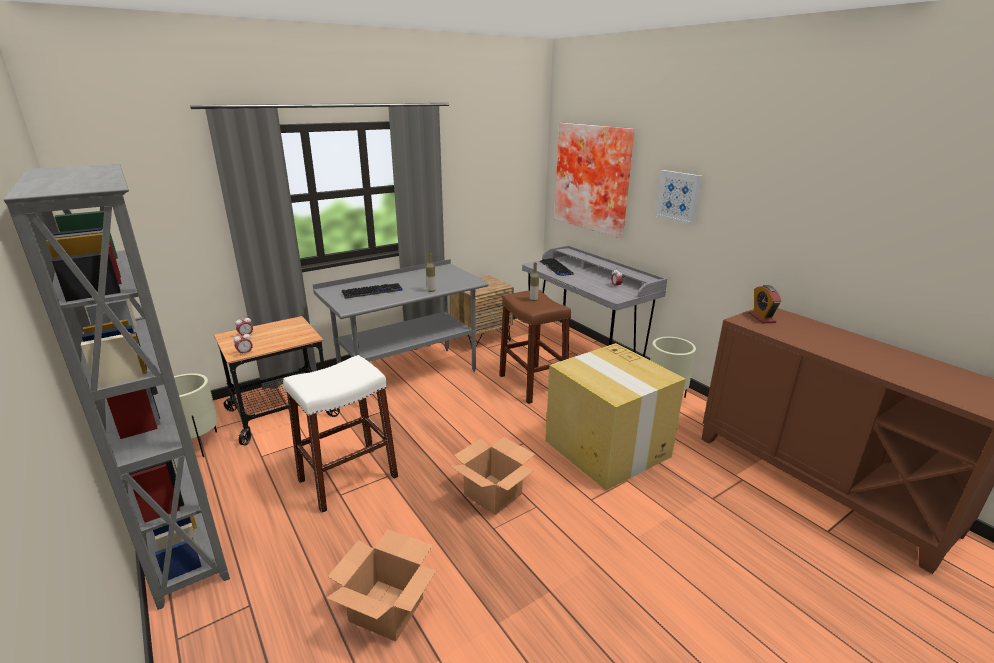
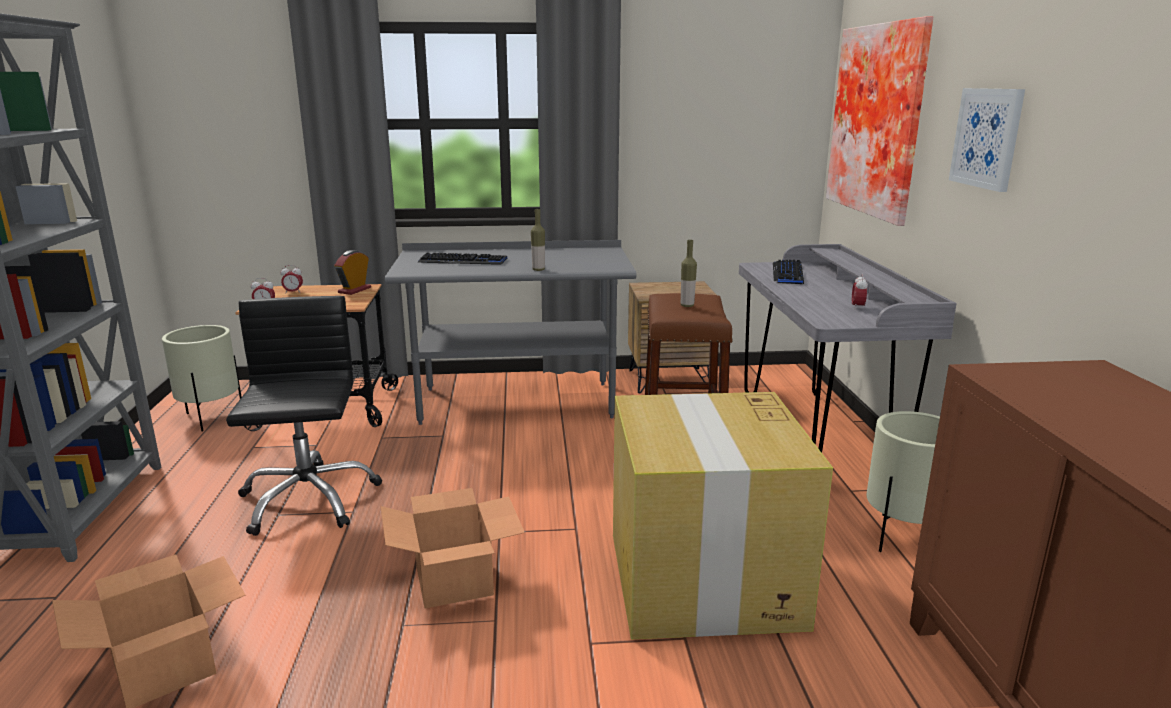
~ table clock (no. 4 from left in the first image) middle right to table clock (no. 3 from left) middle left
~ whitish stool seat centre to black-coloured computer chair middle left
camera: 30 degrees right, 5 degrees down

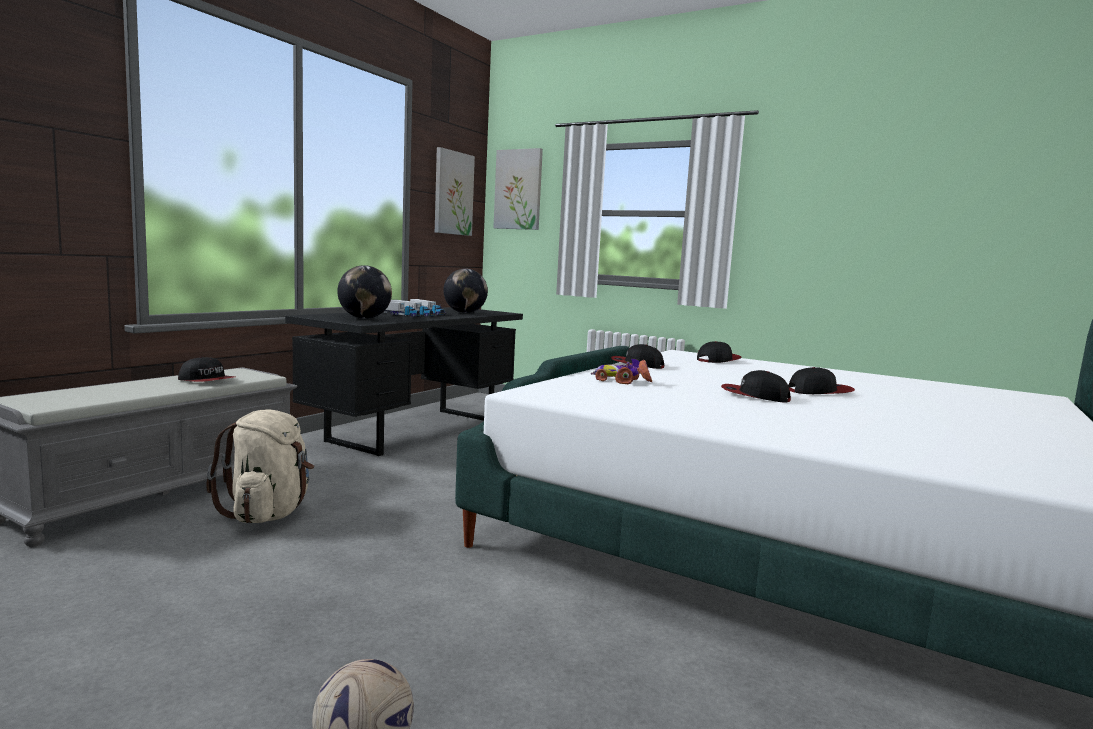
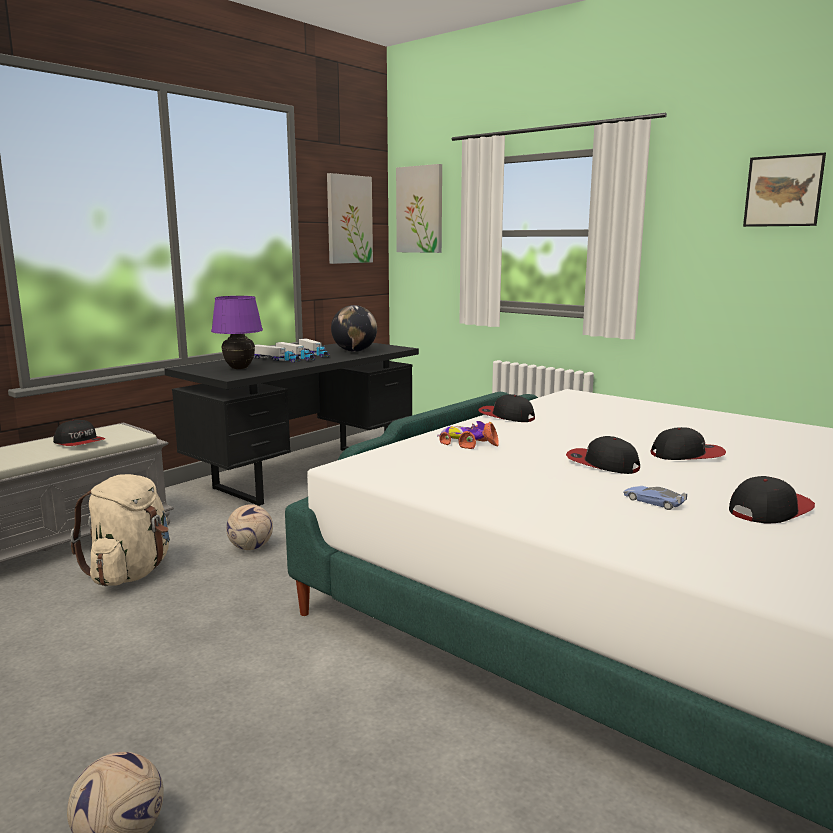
+ football (no. 2 from left) middle left
+ model car (no. 2 from left) middle right
+ wall picture (no. 3 from left) top right
~ baseball cap (no. 3 from left in the first image) centre to baseball cap (no. 5 from left) middle right
~ world globe (no. 1 from left) middle left to purple lamp for a table middle left
camera: 10 degrees right, 5 degrees up

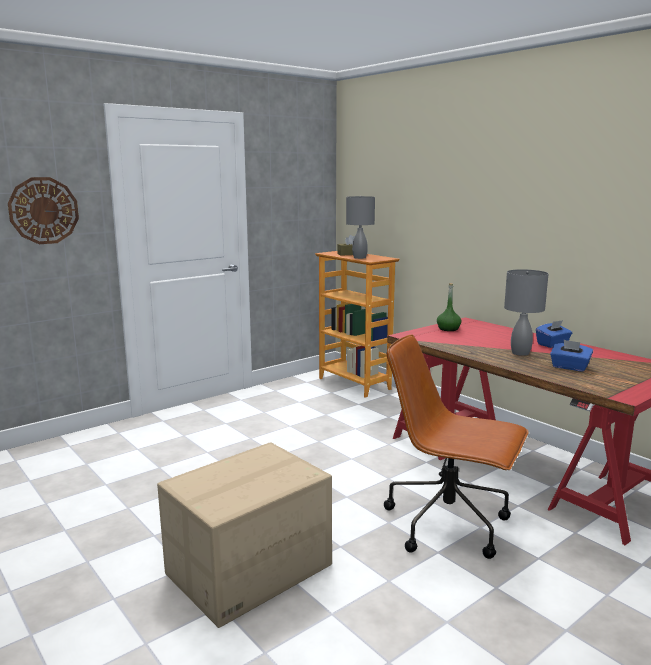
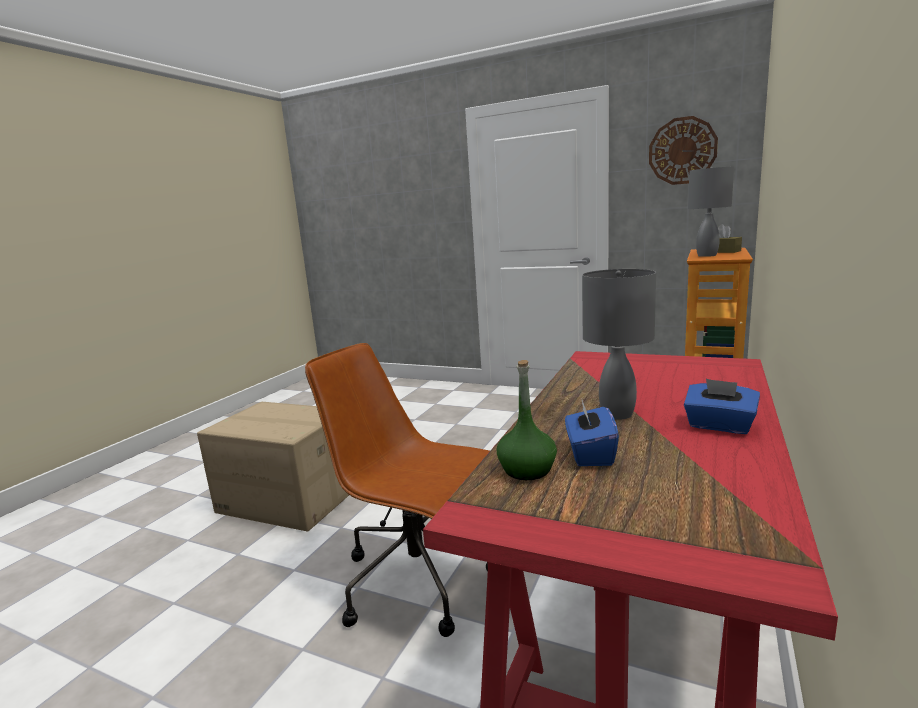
~ hanging clock top left to top right
~ green-coloured beverage bottle middle right to centre
~ brownish computer chair bottom right = bottom centre 60 degrees counterclockwise
camera: 65 degrees right, 0 degrees up

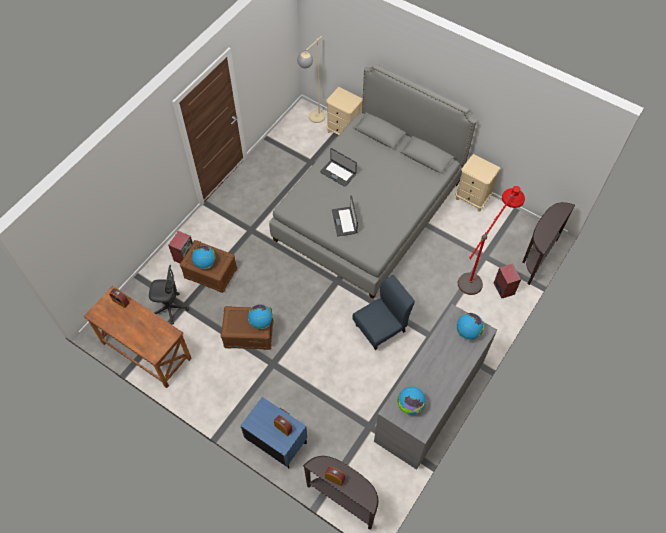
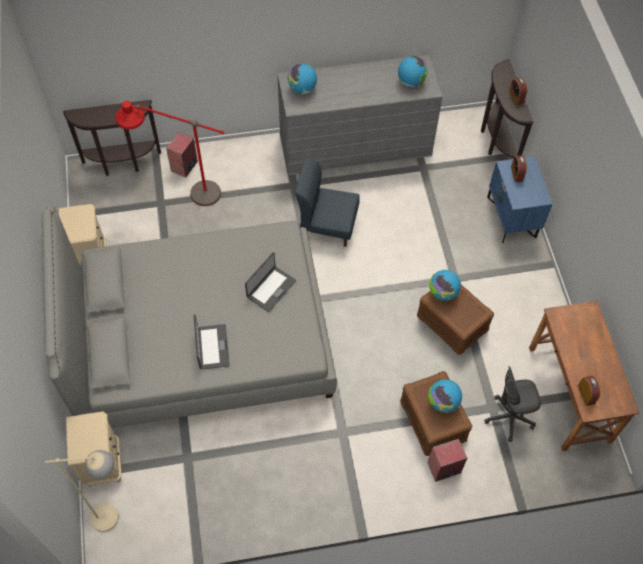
~ greyish computer chair middle left = bottom right 60 degrees counterclockwise
camera: 135 degrees left, 0 degrees up

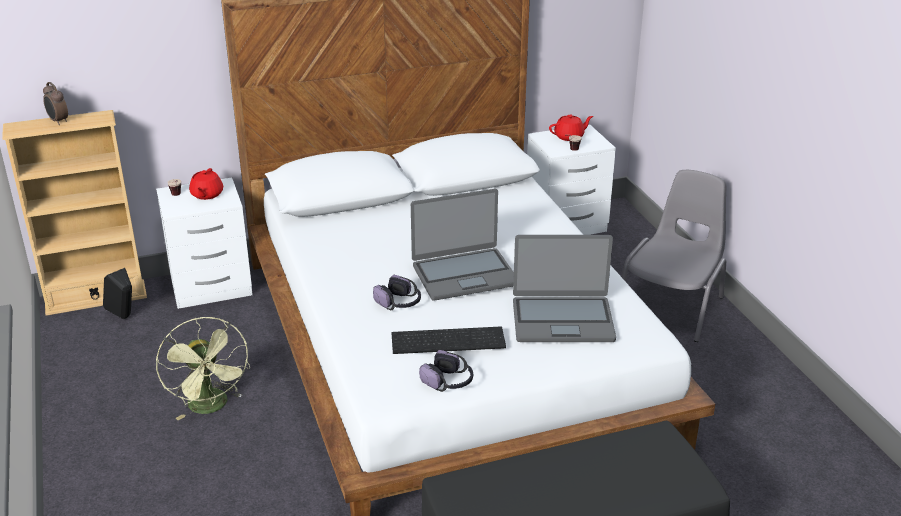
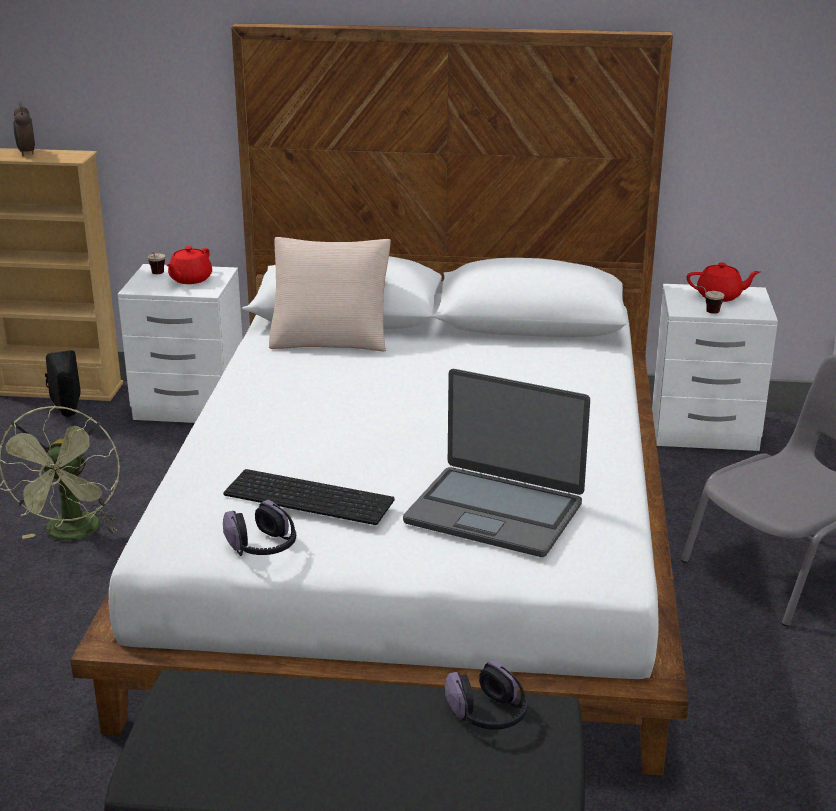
- portable computer (no. 1 from left) centre
+ beige cushion centre
~ pair of headphones (no. 1 from left in the first image) centre to pair of headphones (no. 2 from left) bottom centre
camera: 25 degrees right, 5 degrees down

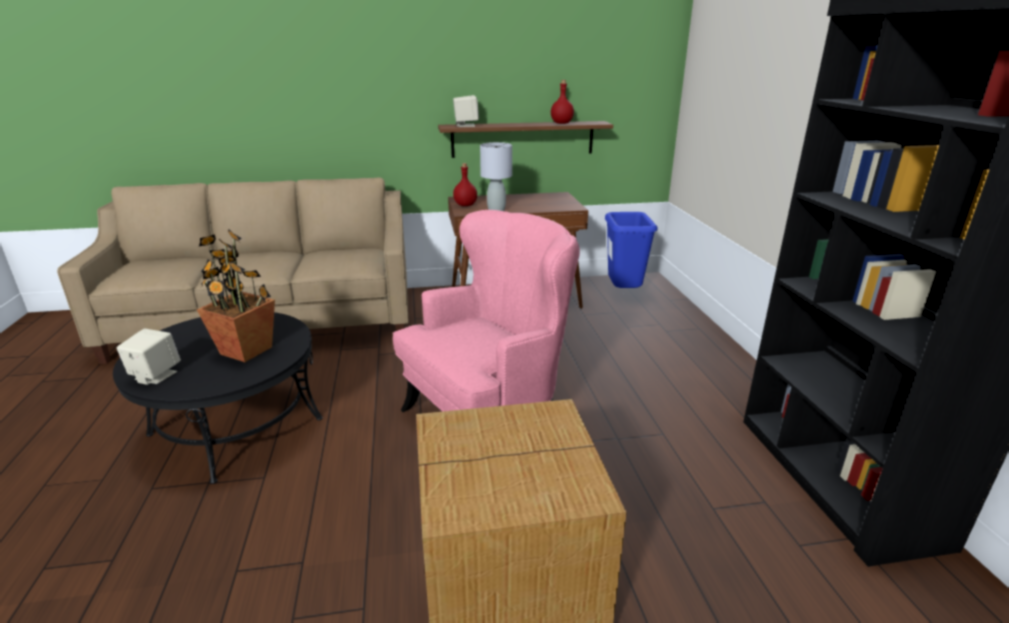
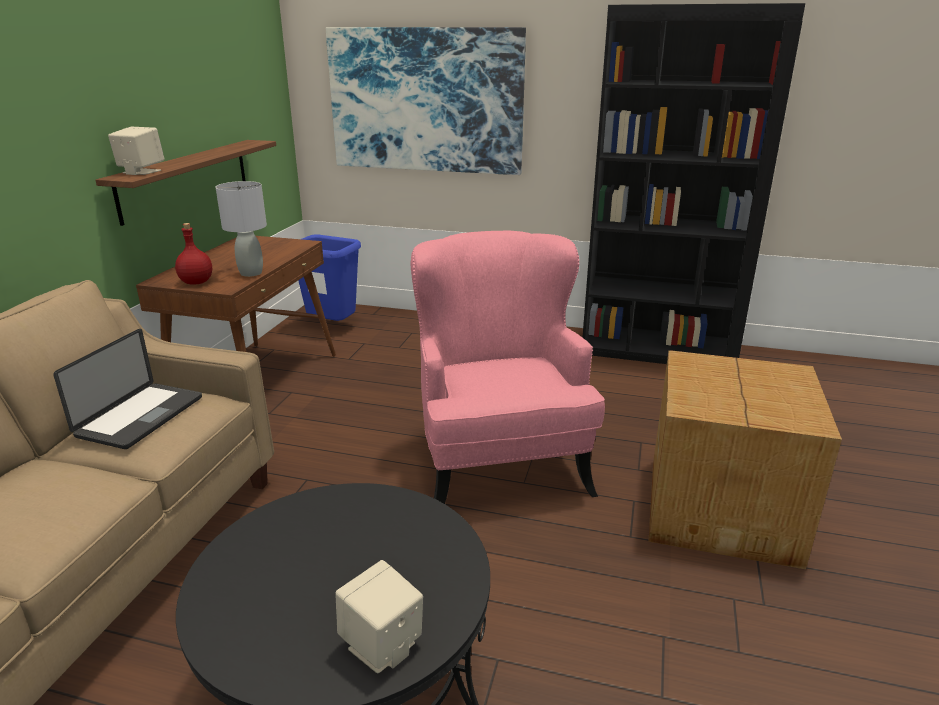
- plant in a pot middle left
- reddish beverage bottle (no. 2 from left) top centre
+ portable computer middle left
+ wall picture top centre
camera: 65 degrees left, 0 degrees up

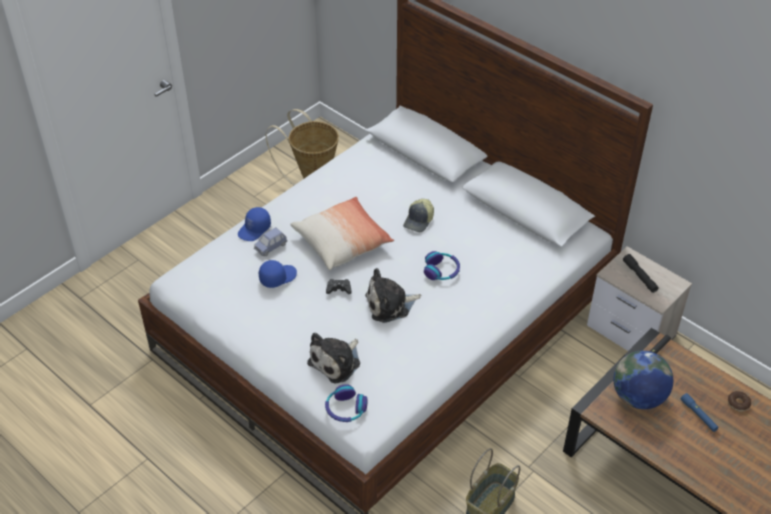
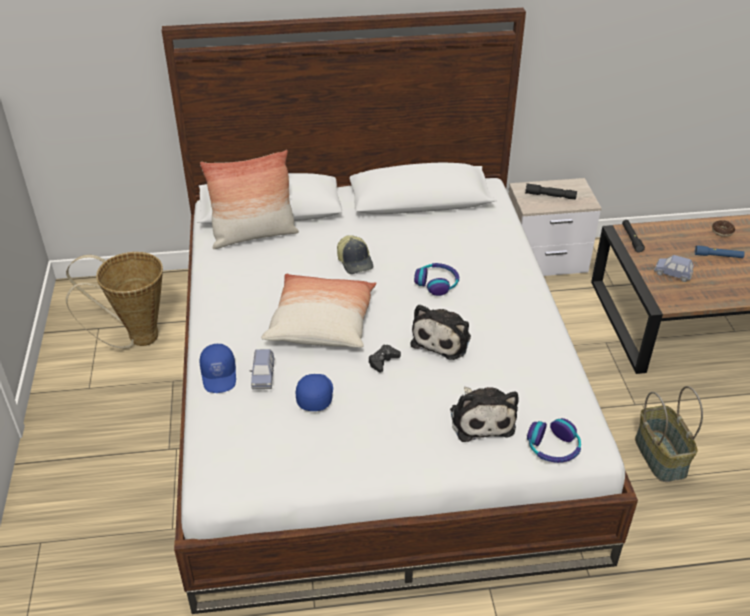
+ cushion (no. 1 from left) top left
~ world globe bottom right to blue-coloured model car (no. 2 from left) middle right
camera: 50 degrees left, 5 degrees down

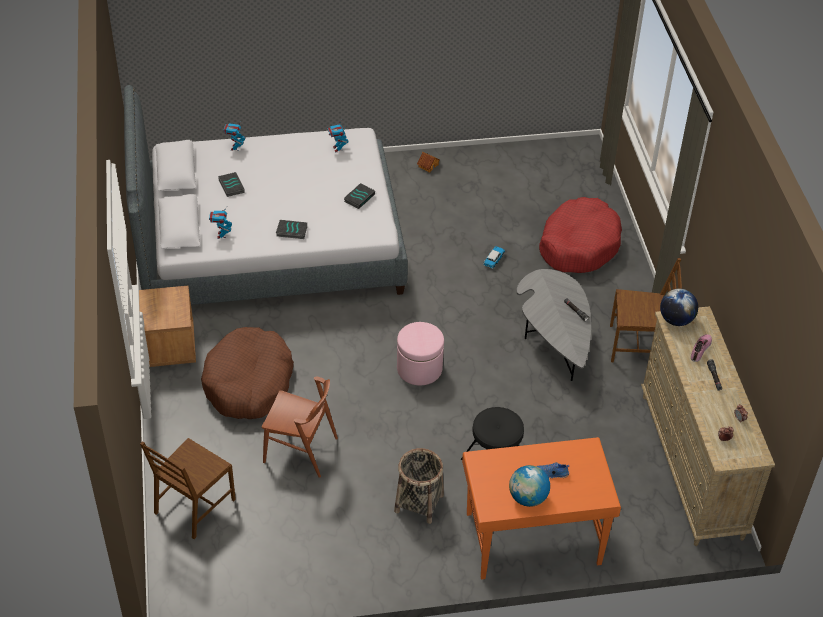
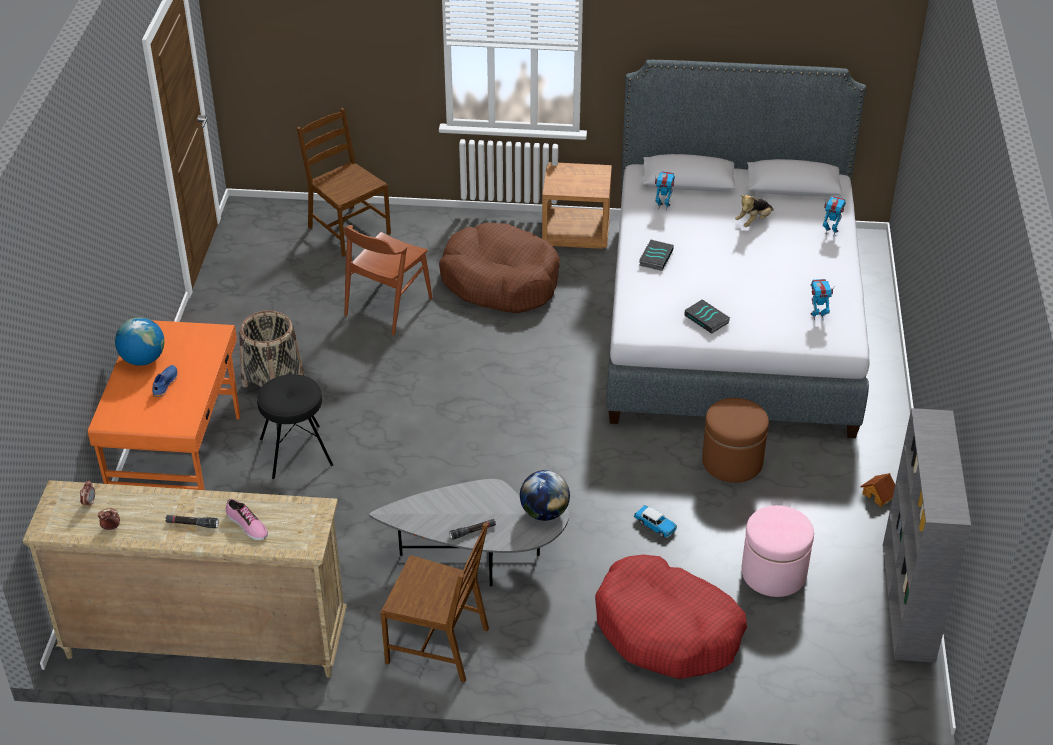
+ brownish footrest middle right
+ greyish bookshelf bottom right
~ pinkish footrest centre to bottom right
~ world globe (no. 2 from left) middle right to centre
~ book (no. 1 from left) top left to cuddly toy top right
~ brownish upright chair (no. 3 from left) middle right = bottom centre 90 degrees counterclockwise
camera: 105 degrees right, 5 degrees down

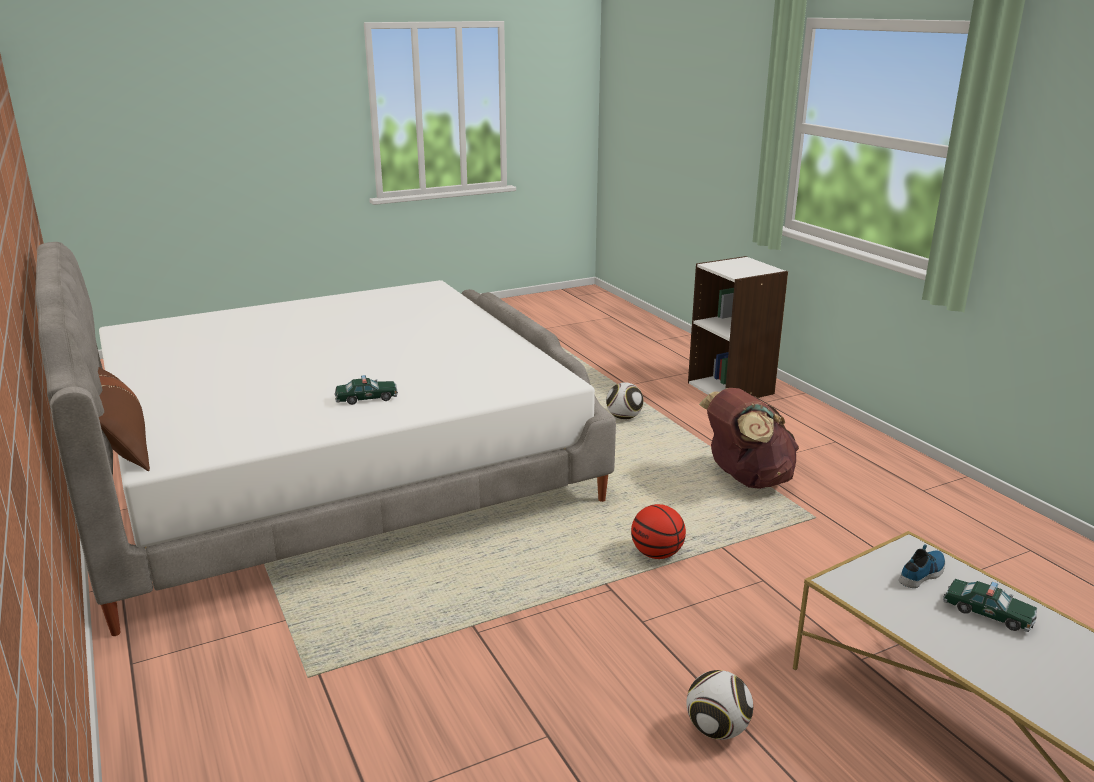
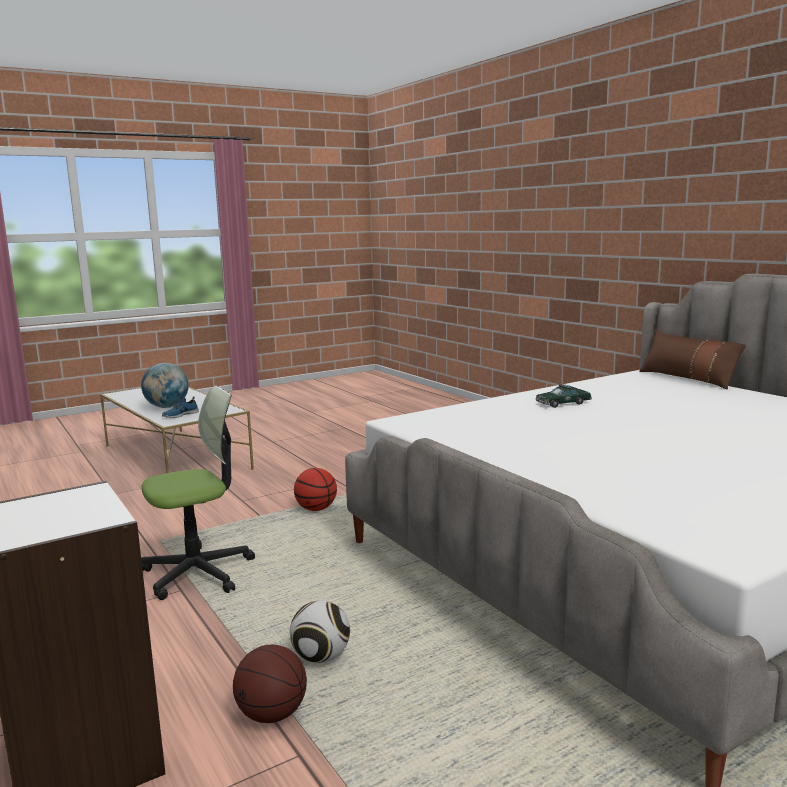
- football (no. 2 from left) bottom centre
+ ball for basketball (no. 1 from left) bottom centre
~ brownish backpack middle right to computer chair middle left
~ model car (no. 2 from left) bottom right to world globe middle left
camera: 175 degrees right, 10 degrees down

